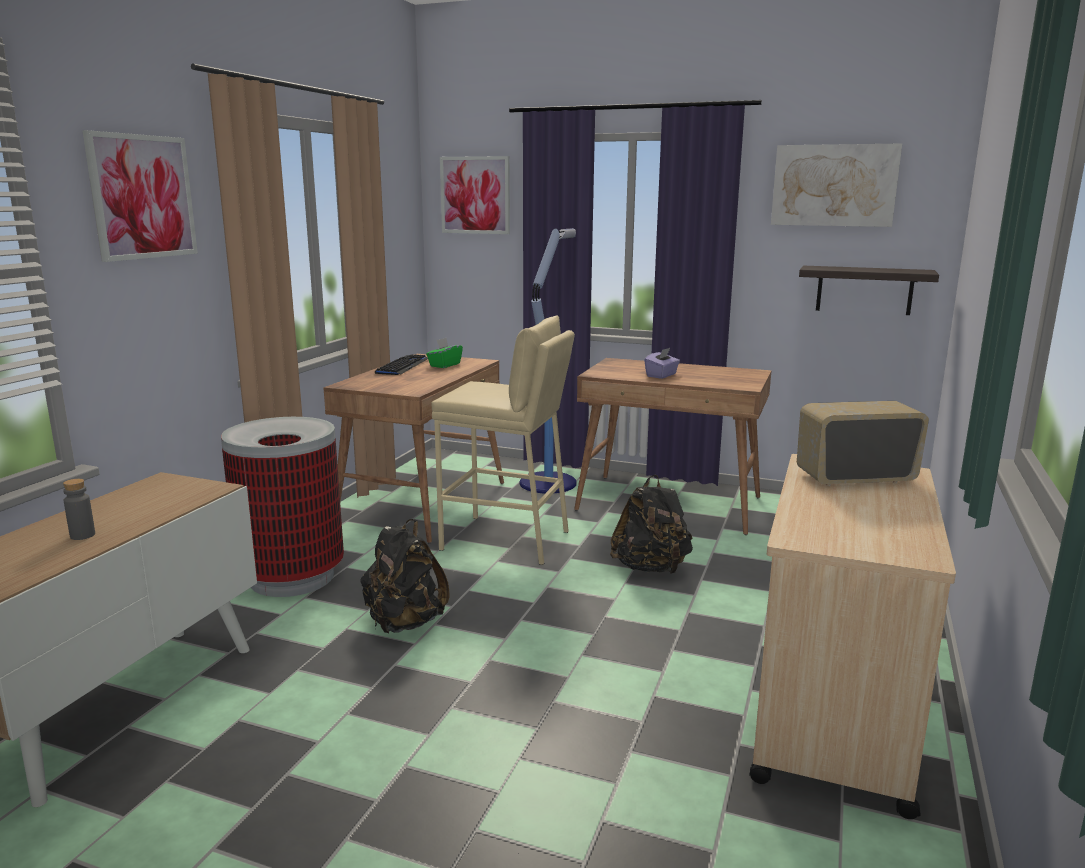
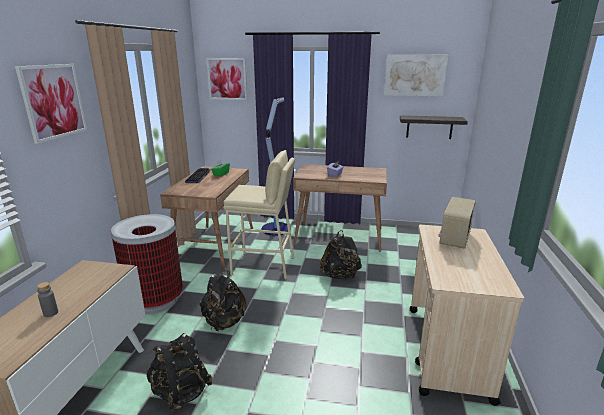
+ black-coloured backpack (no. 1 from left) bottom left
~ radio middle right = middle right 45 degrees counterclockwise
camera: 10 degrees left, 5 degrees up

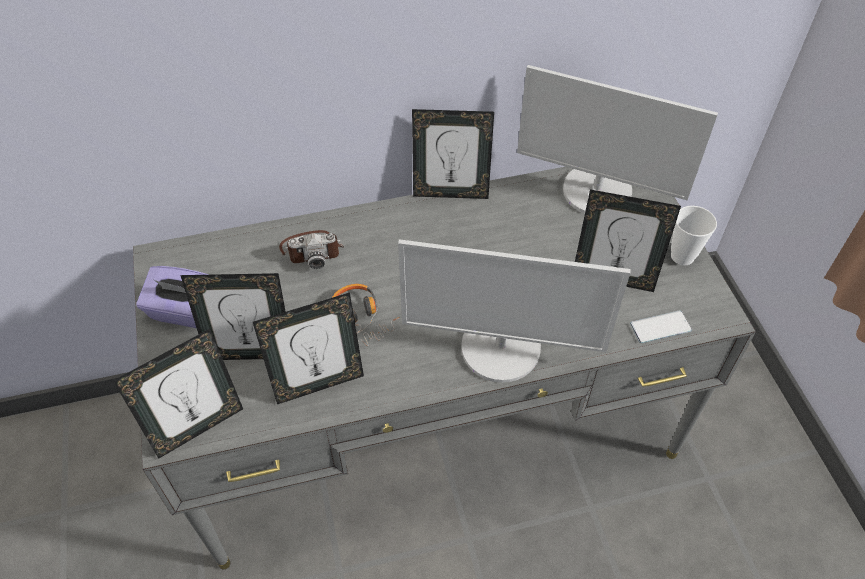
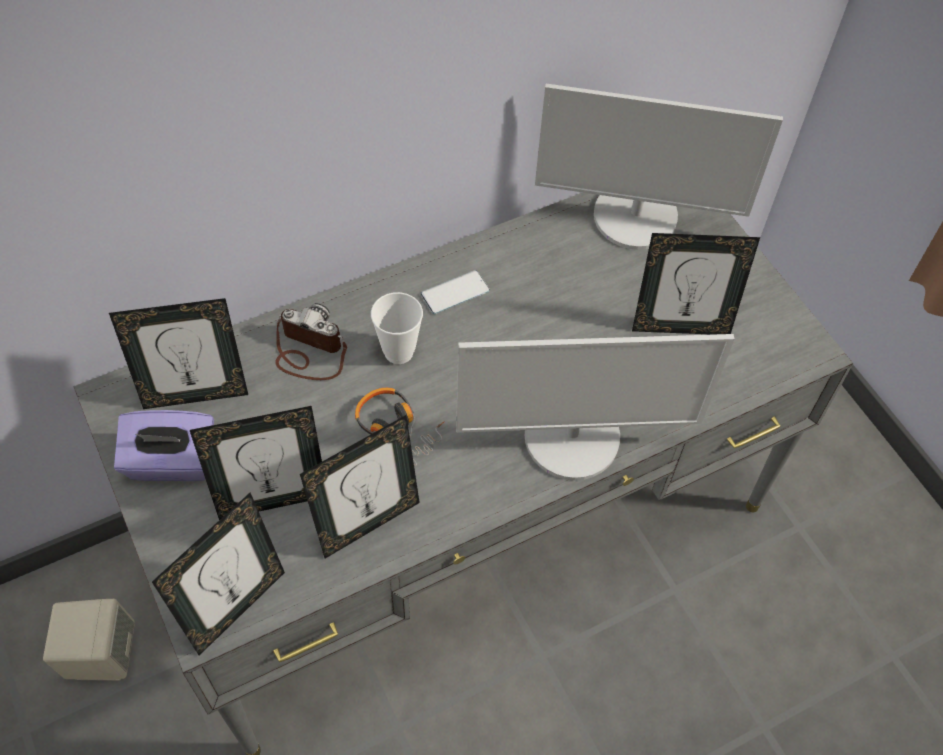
+ beige audio speaker bottom left
~ photo frame (no. 4 from left in the first image) top centre to photo frame (no. 1 from left) middle left
~ phone middle right to centre
~ cup middle right to centre
~ still camera centre = middle left 135 degrees counterclockwise
camera: 15 degrees left, 5 degrees up

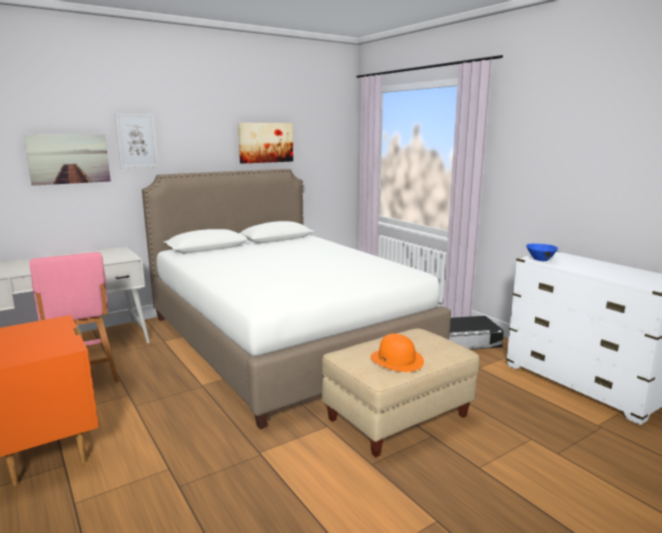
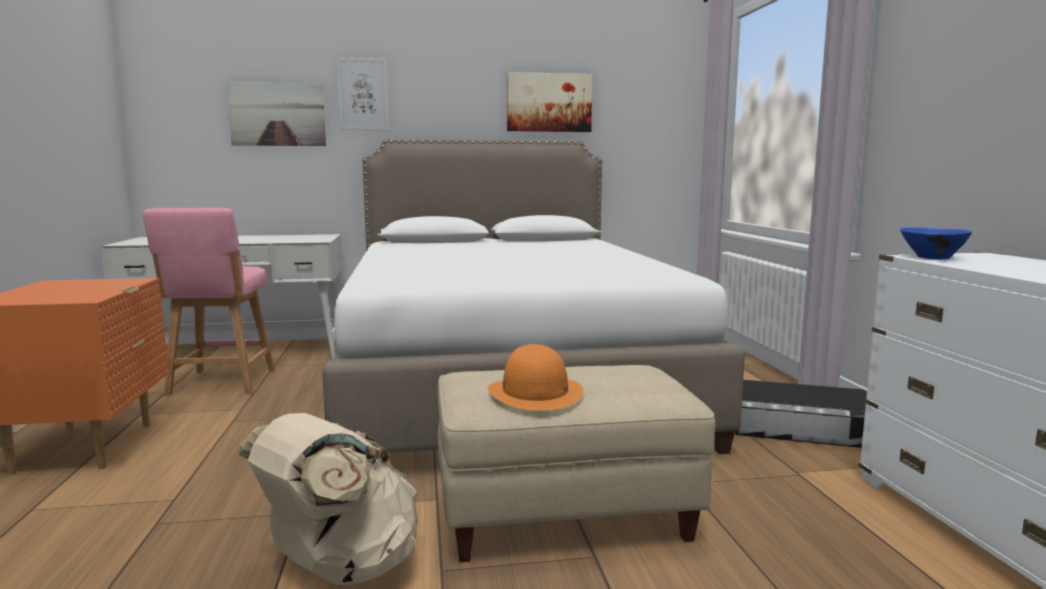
+ beige backpack bottom left
camera: 25 degrees right, 5 degrees down

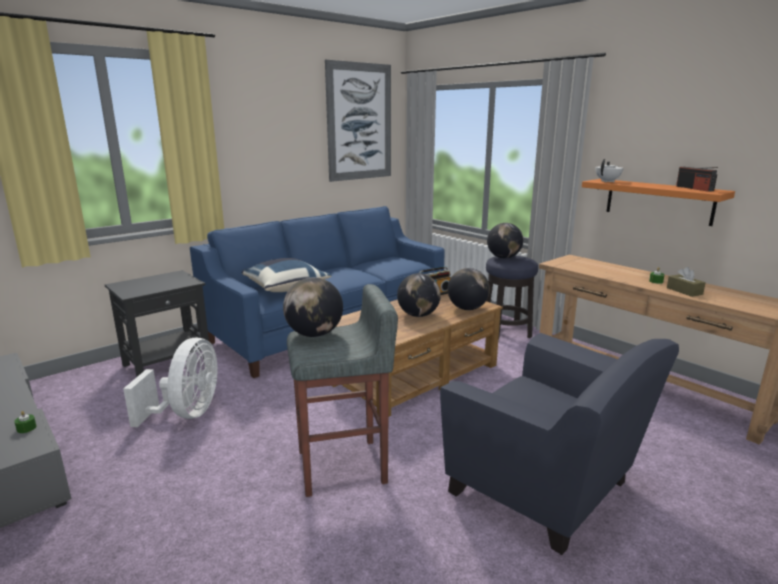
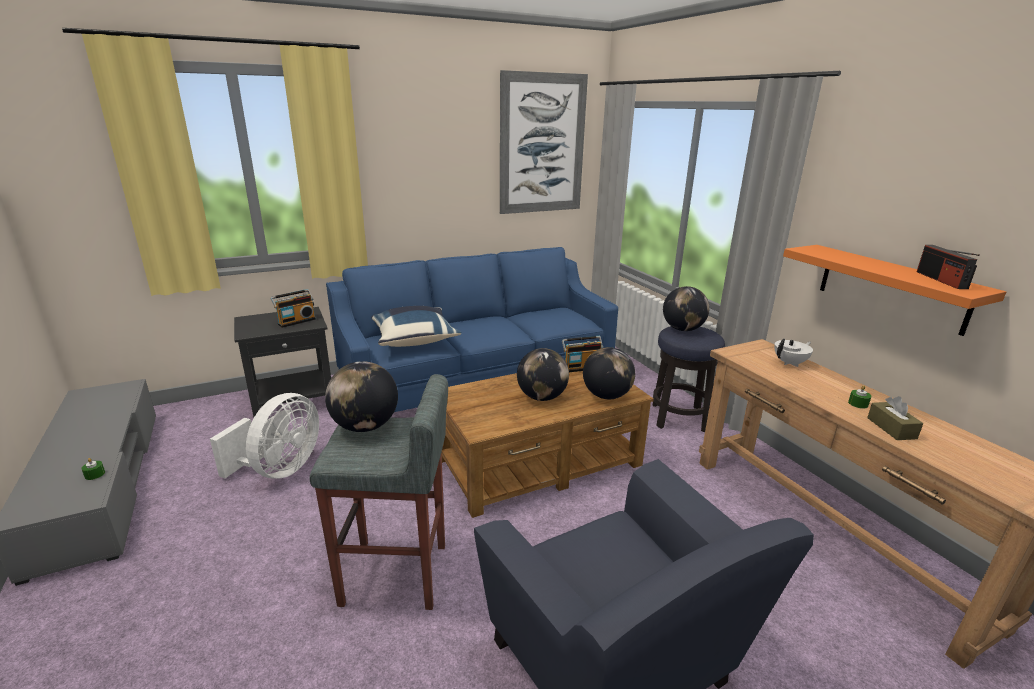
+ radio (no. 1 from left) middle left
~ whitish tea pot top right to middle right
camera: 15 degrees right, 5 degrees up

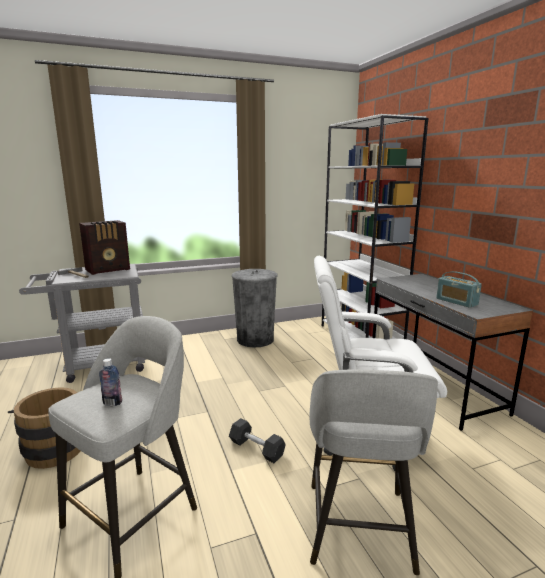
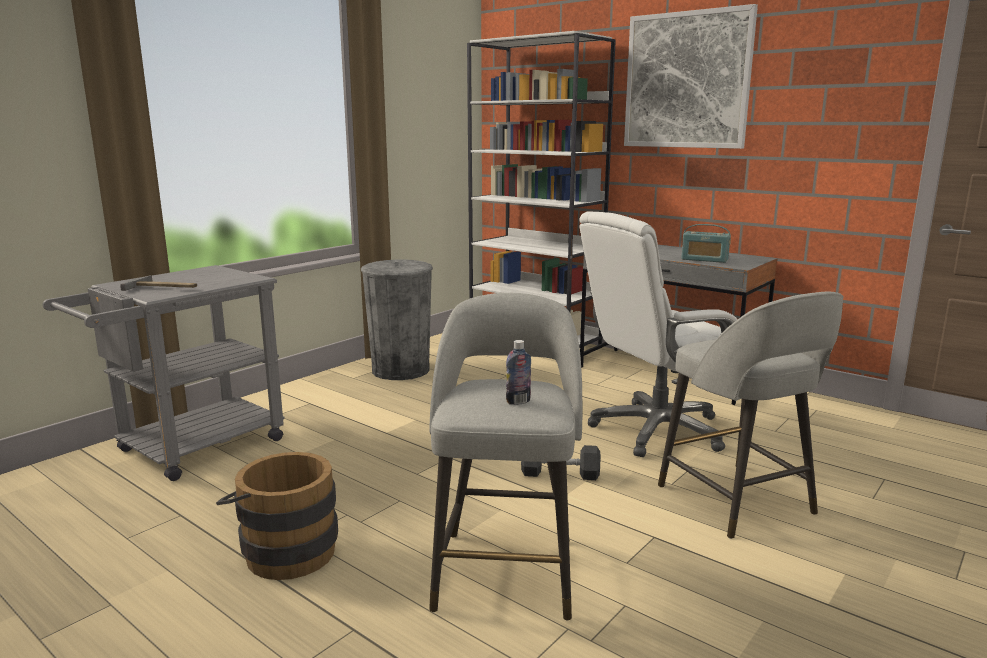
- radio (no. 1 from left) middle left
+ wall picture top right
camera: 30 degrees left, 0 degrees up

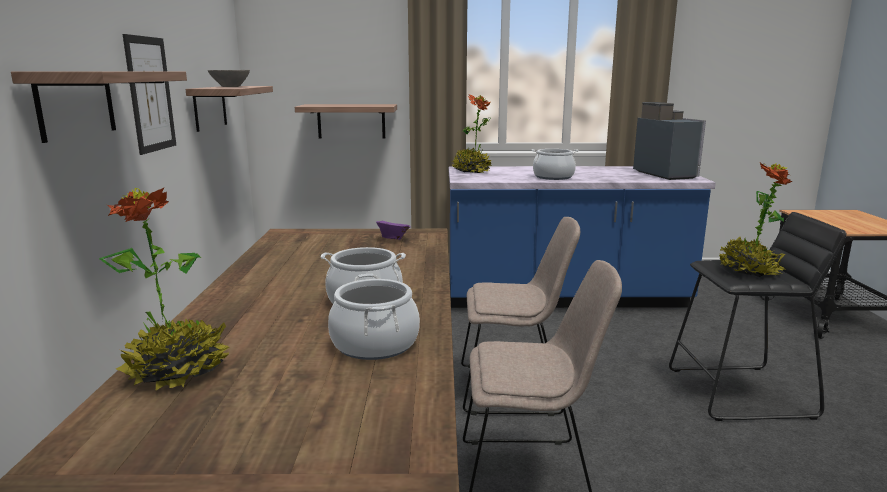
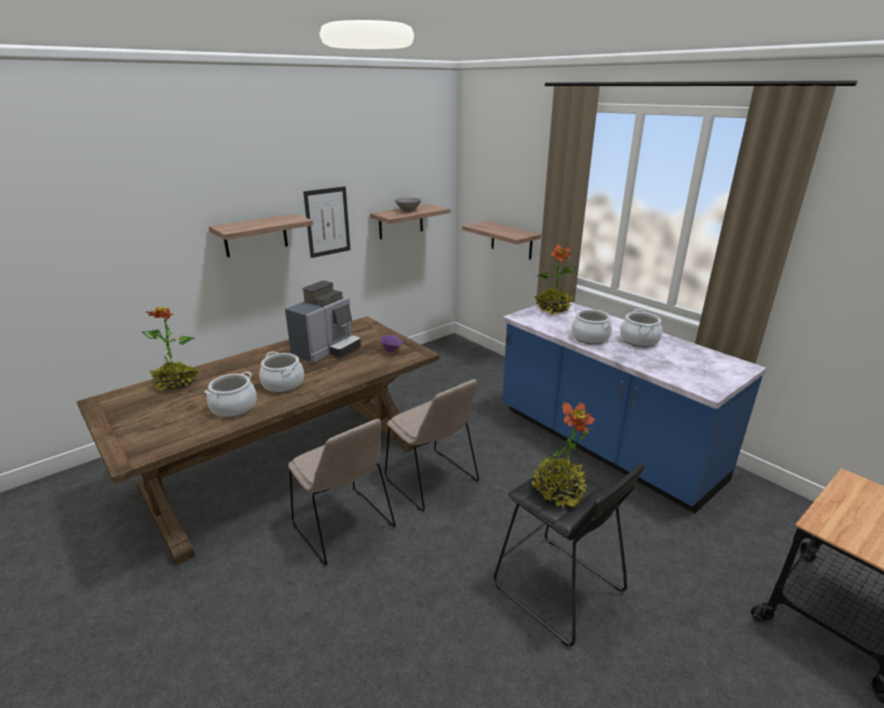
+ stockpot (no. 4 from left) middle right
~ coffee maker top right to centre
camera: 50 degrees right, 10 degrees up

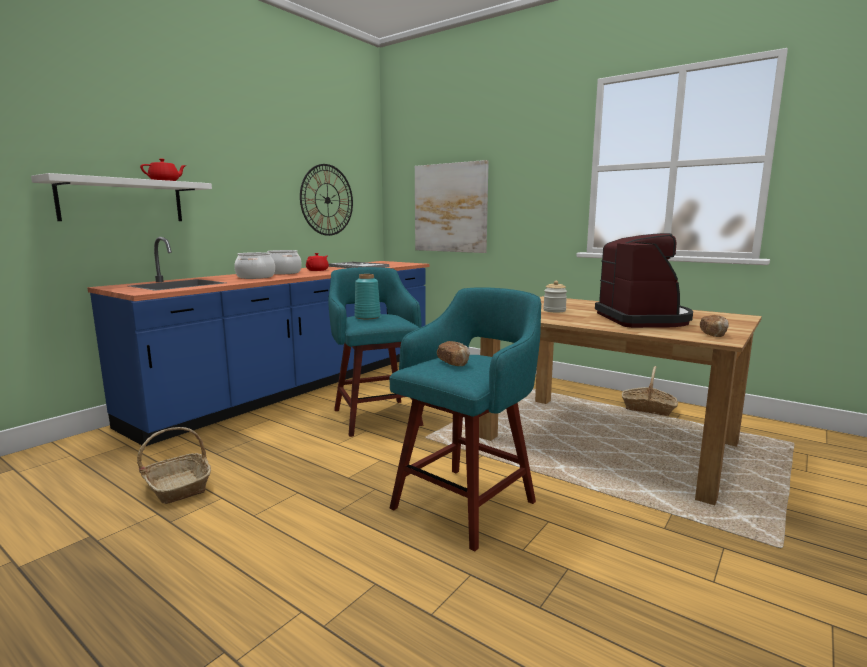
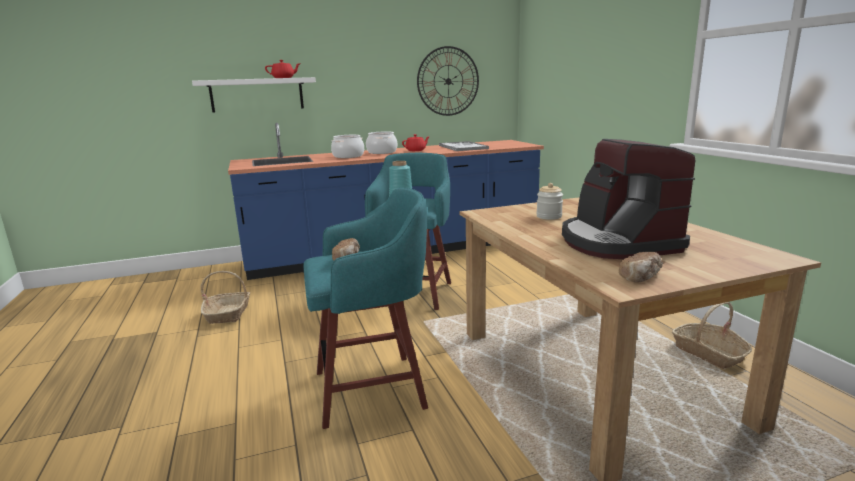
- wall picture top centre
~ coffee maker middle right = middle right 135 degrees clockwise
camera: 35 degrees right, 5 degrees up

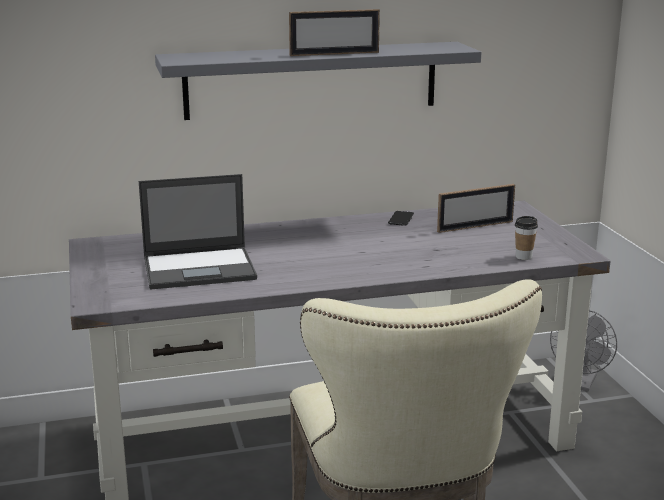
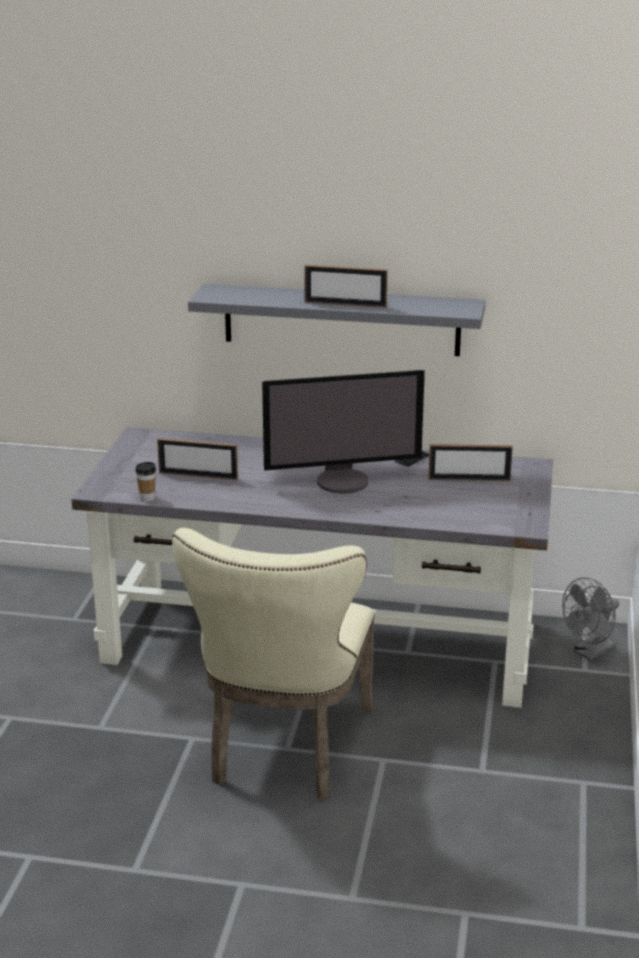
+ monitor centre
~ cup middle right to middle left
~ portable computer middle left to photo frame (no. 1 from left) middle left
camera: 25 degrees right, 5 degrees up

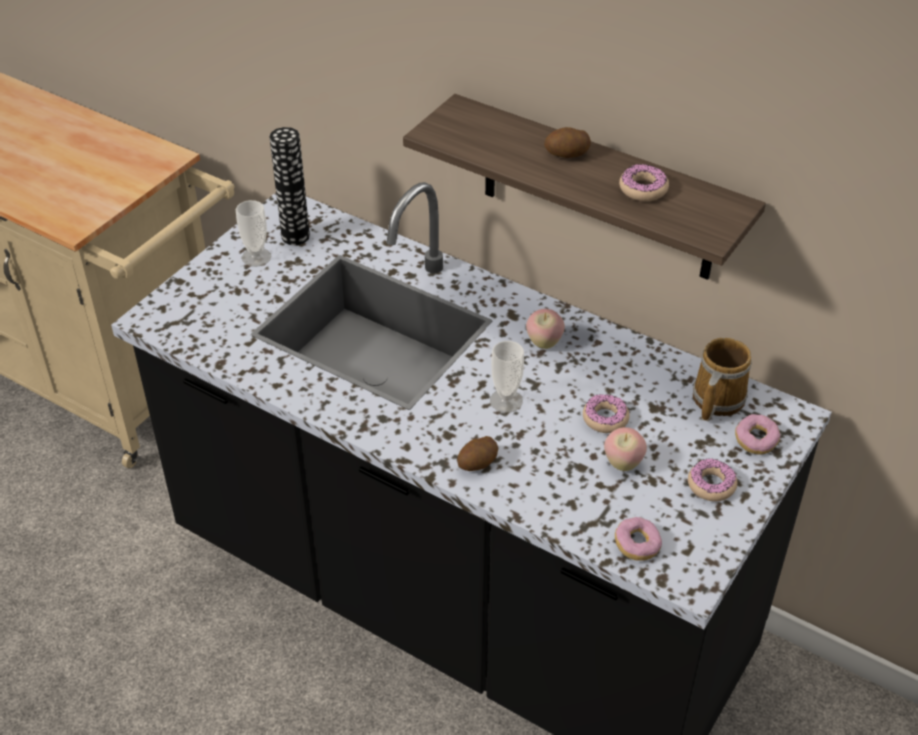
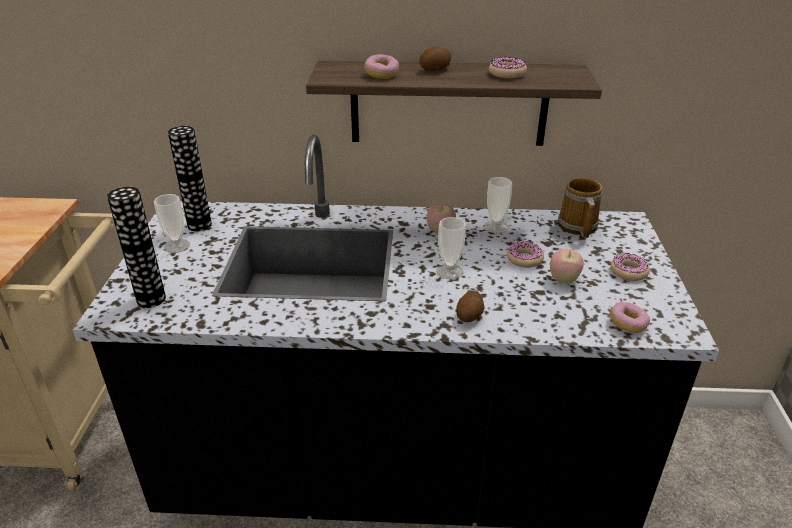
+ vase (no. 1 from left) middle left
+ cup (no. 3 from left) centre
~ ring doughnut (no. 5 from left in the first image) middle right to ring doughnut (no. 1 from left) top centre
camera: 30 degrees left, 10 degrees down

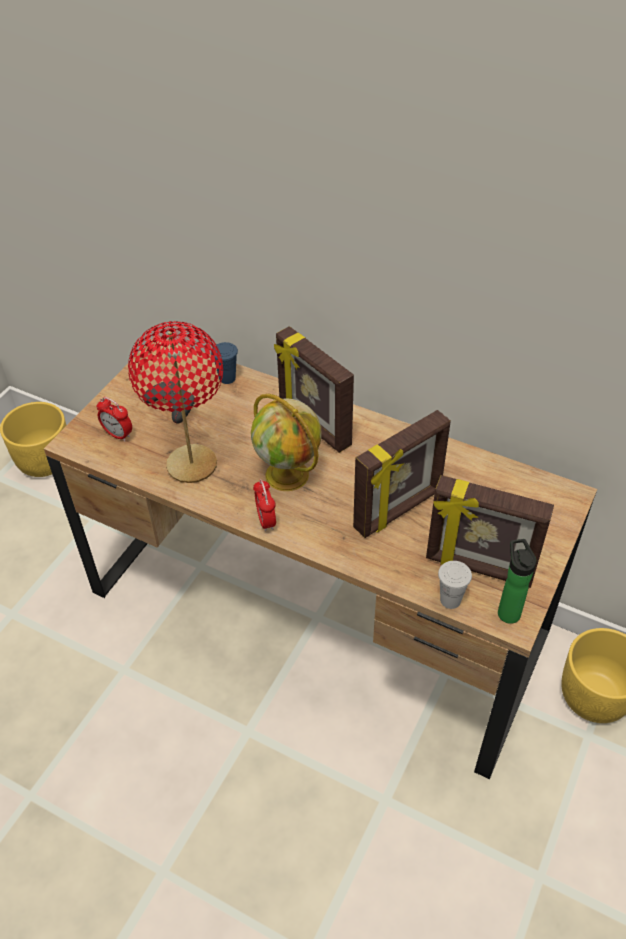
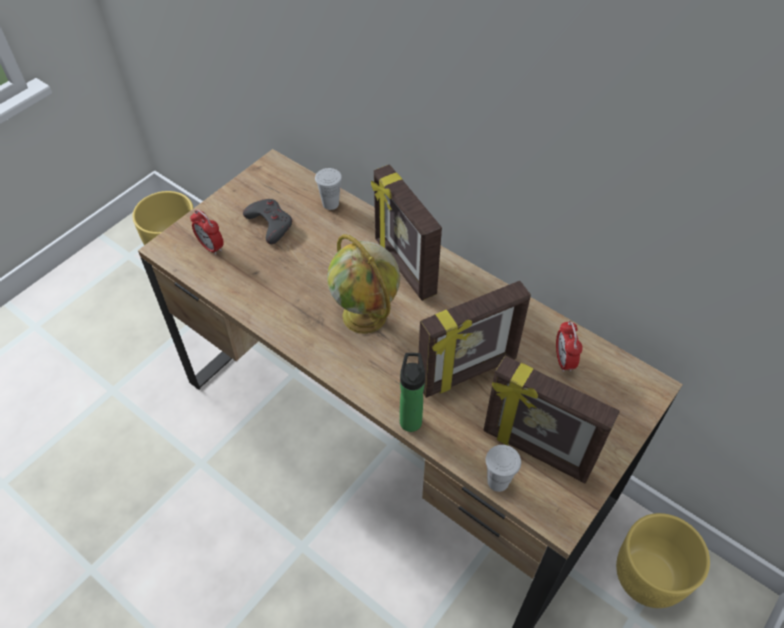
- reddish lamp for a table middle left
~ table clock (no. 2 from left) centre to middle right
~ beverage bottle middle right to centre
~ blue-coloured cup centre to whitish cup (no. 1 from left) top centre
camera: 10 degrees right, 5 degrees up

